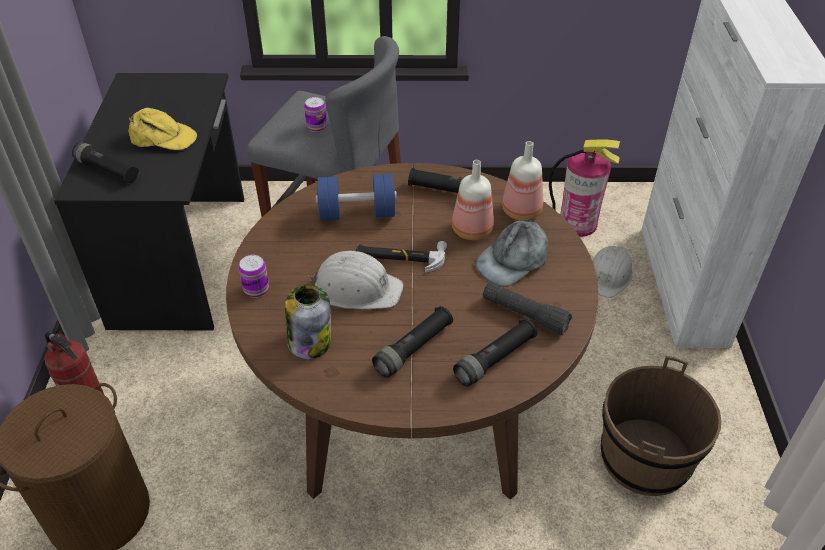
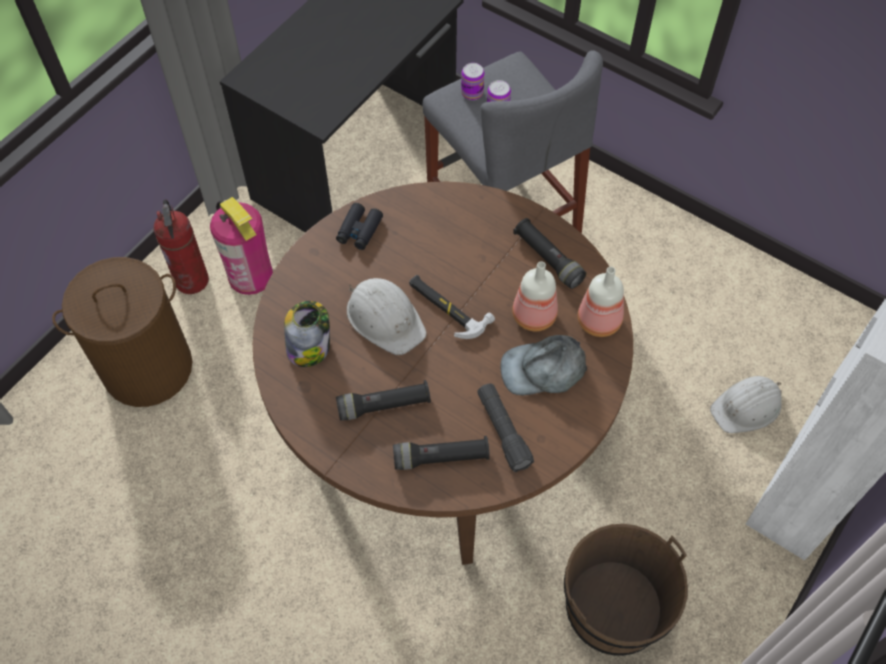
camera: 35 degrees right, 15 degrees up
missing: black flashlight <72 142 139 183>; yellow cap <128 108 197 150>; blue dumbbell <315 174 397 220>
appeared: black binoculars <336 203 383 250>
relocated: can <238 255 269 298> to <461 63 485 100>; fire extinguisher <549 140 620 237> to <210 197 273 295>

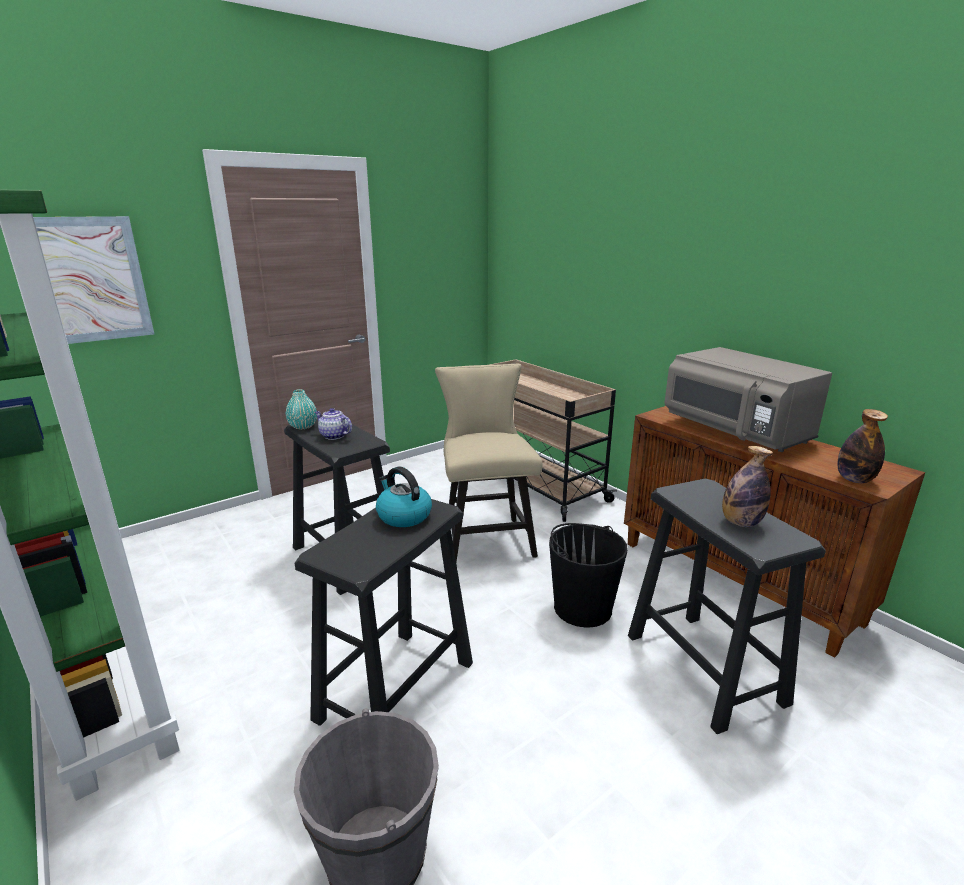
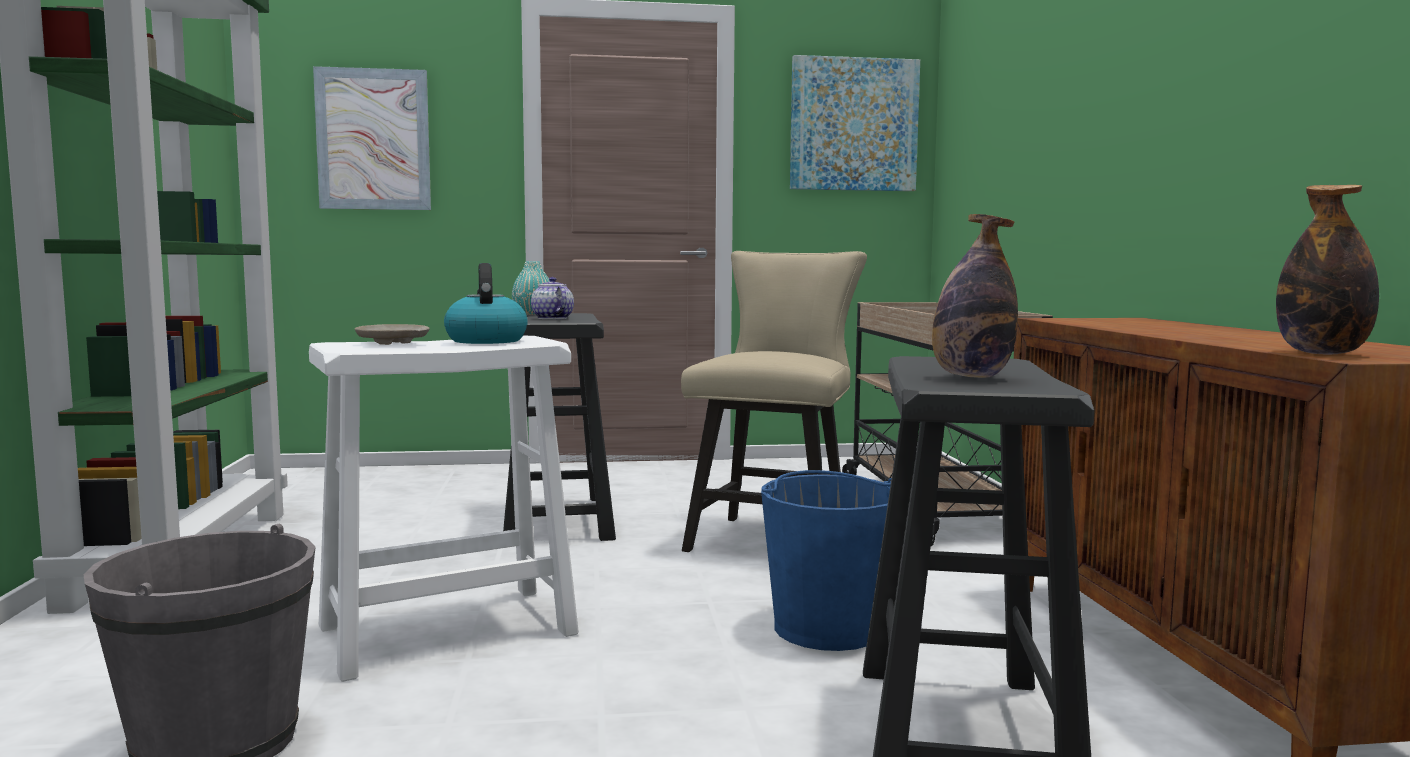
camera: 30 degrees right, 15 degrees down
missing: grey microwave <665 347 832 452>
appeared: beige plate <355 324 430 345>; picture <790 55 920 191>
colour: black stool <295 499 473 726> to white stool <309 336 579 682>; black bucket <549 523 628 628> to blue bucket <761 470 892 651>

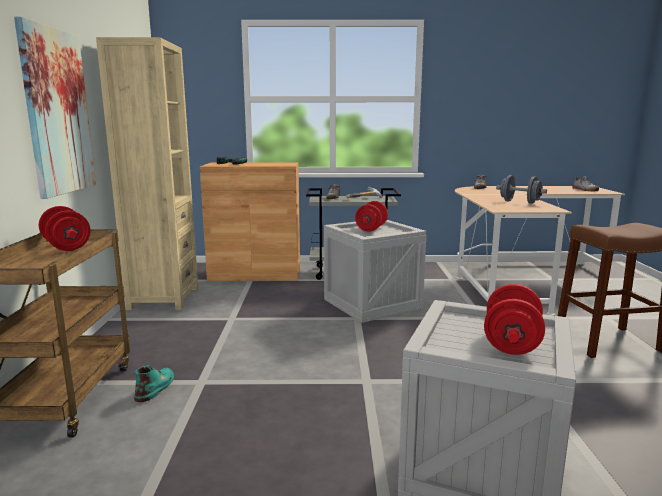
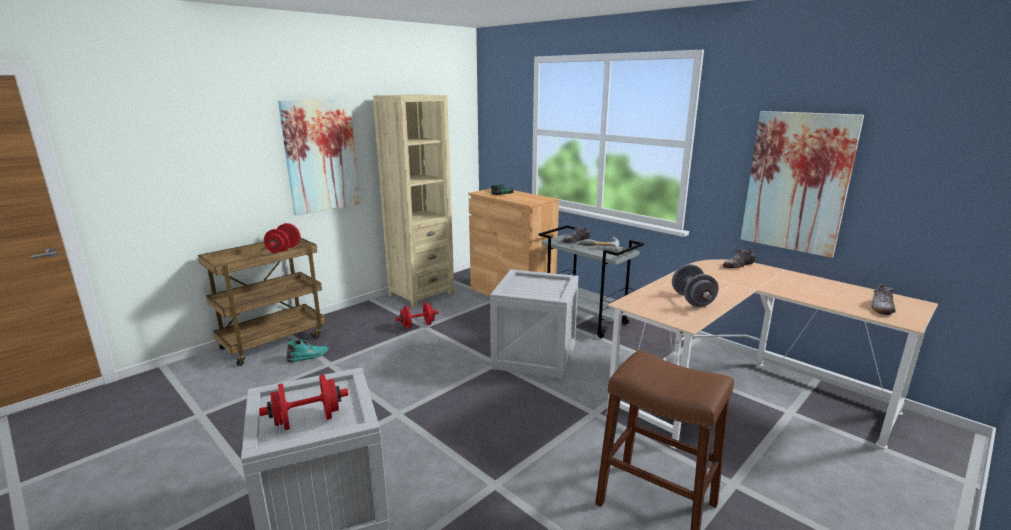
camera: 45 degrees right, 5 degrees up
appeared: picture <741 111 864 258>
relocated: red dumbbell <355 201 388 232> to <396 302 439 329>

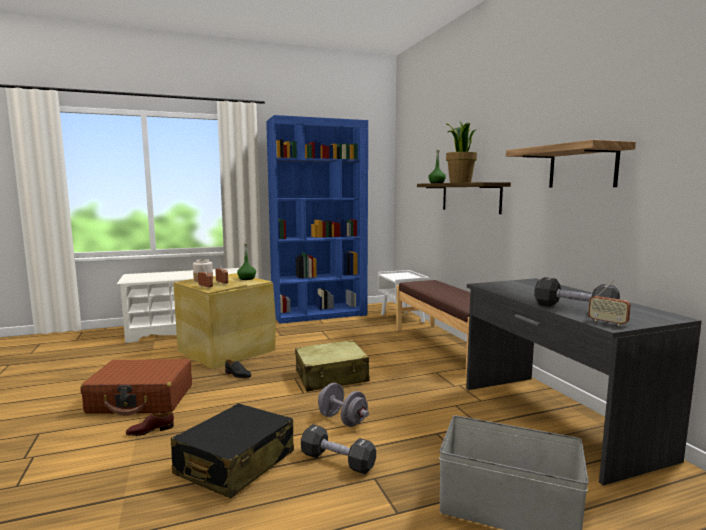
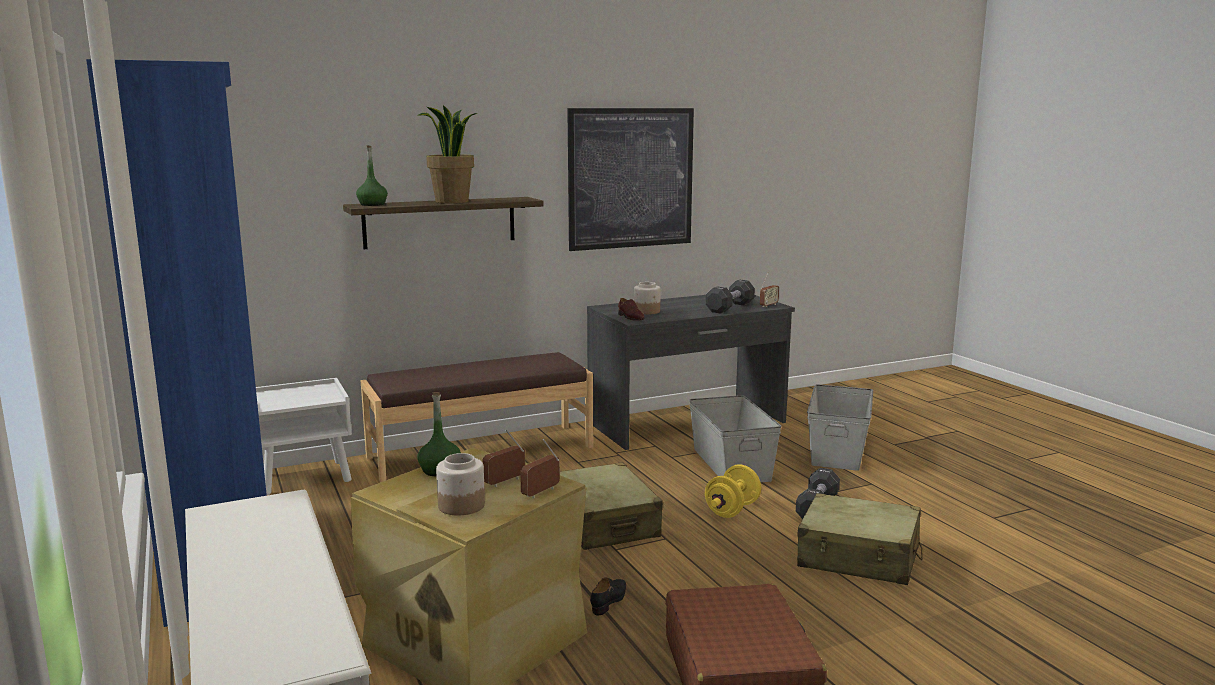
camera: 95 degrees left, 5 degrees up
appeared: jar <634 282 661 314>; grey storage box <689 395 782 482>
relocated: brown shoe <126 412 174 436> to <618 298 644 321>
exchanged: shelf <506 140 636 188> to picture <567 108 694 251>
colour: black suitcase <171 403 294 498> to beige suitcase <797 493 923 585>; grey dumbbell <318 383 369 427> to yellow dumbbell <705 464 761 518>

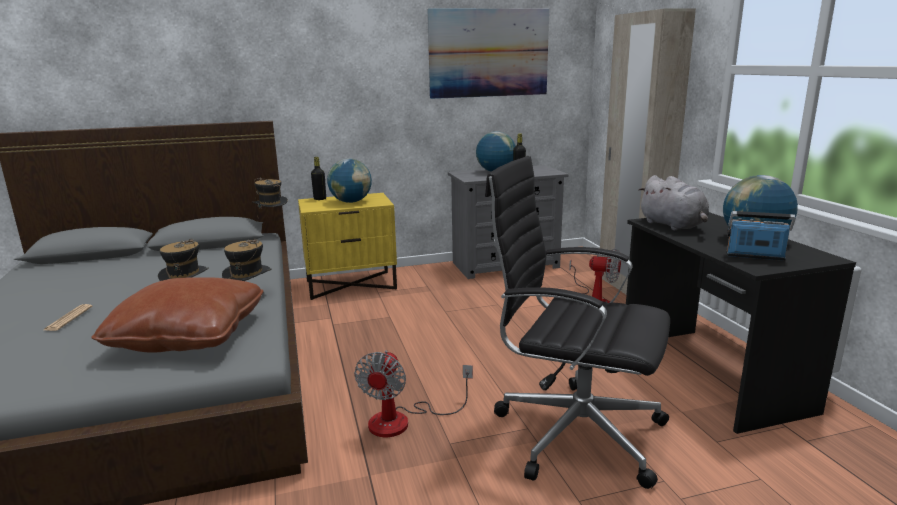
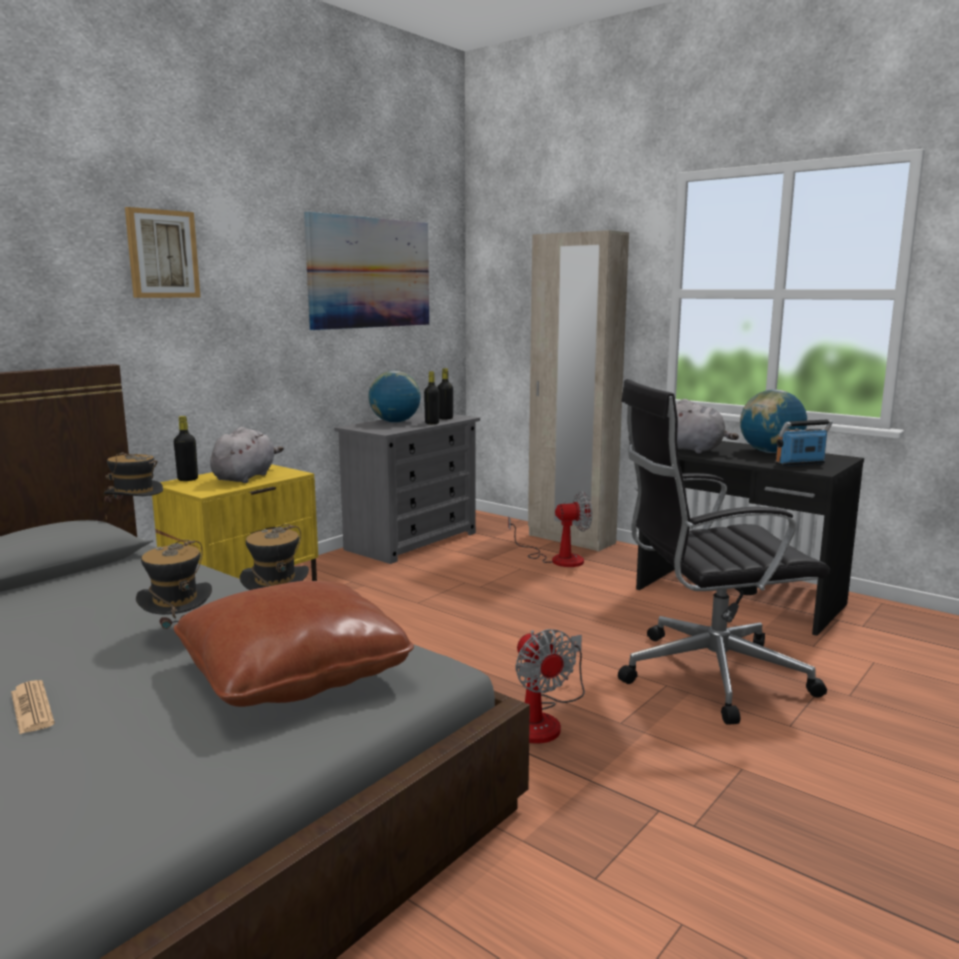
camera: 35 degrees left, 5 degrees down
appeared: picture <125 207 200 298>; black bottle <437 368 453 420>
exchanged: globe <327 158 372 203> to grey plush toy <210 427 284 483>

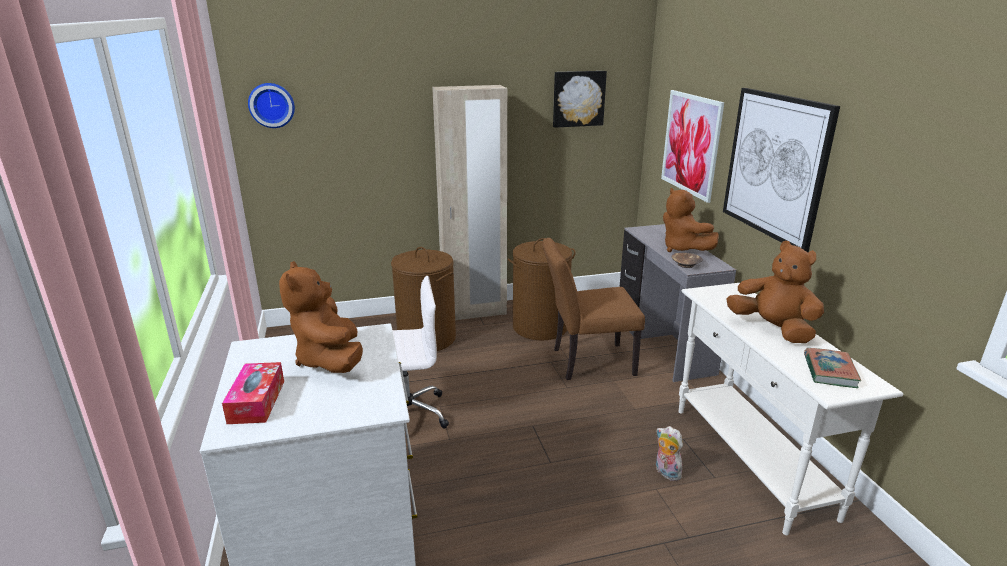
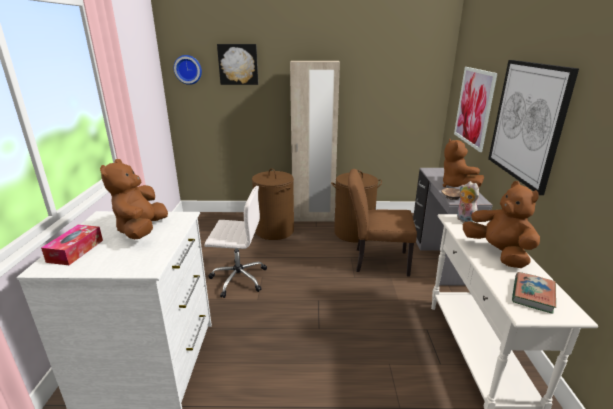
camera: 15 degrees right, 0 degrees up
relocated: picture <553 71 607 128> to <217 44 258 85>; plush toy <656 426 685 481> to <457 181 479 223>

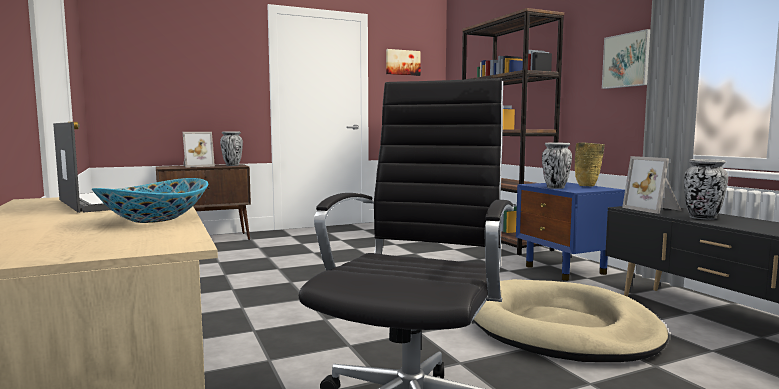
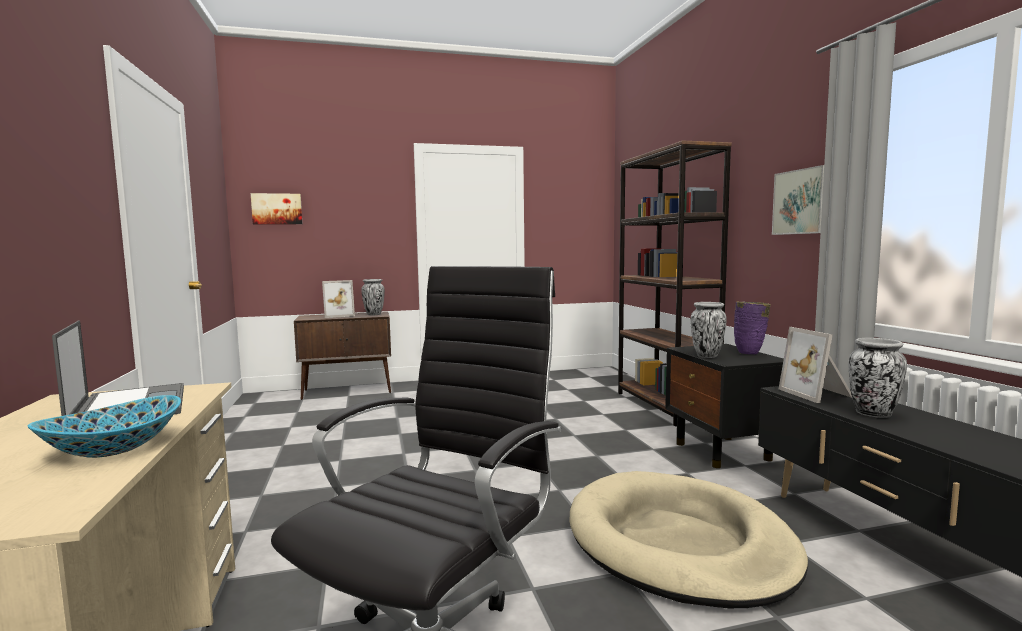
camera: 10 degrees right, 0 degrees up
relocated: picture <386 49 421 76> to <251 193 302 224>
colour: blue nightstand <516 182 625 281> to black nightstand <665 344 784 468>; beige vase <575 143 605 186> to purple vase <734 302 770 354>

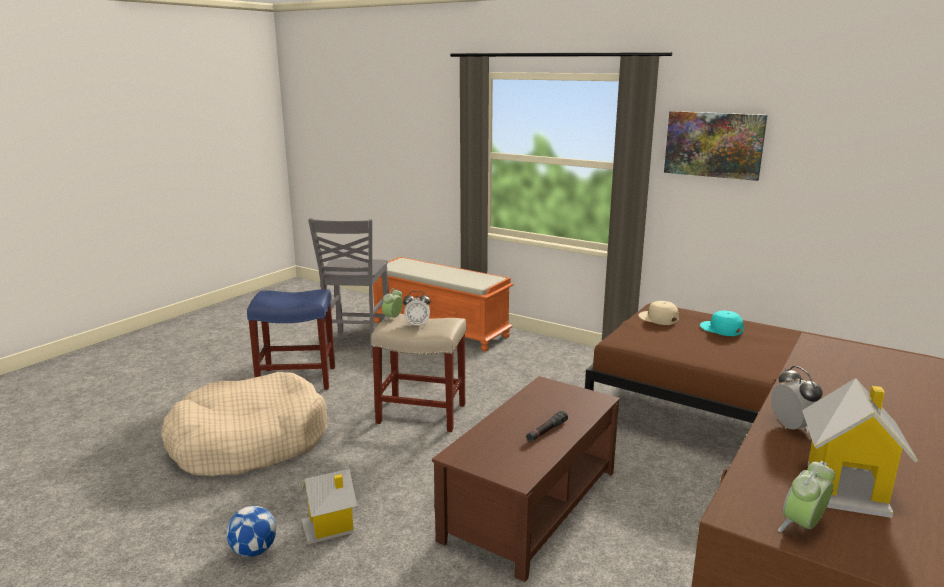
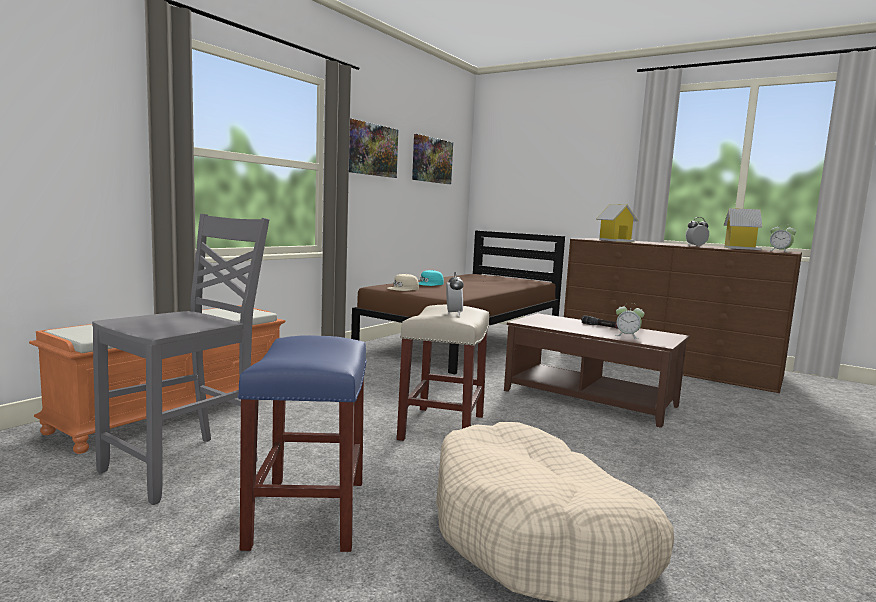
camera: 90 degrees left, 10 degrees down
missing: football <226 506 277 557>
appeared: picture <412 134 453 184>
relocated: toy house <302 469 357 544> to <596 204 638 242>; alarm clock <382 288 403 321> to <615 303 645 339>
spun: grey chair <308 218 389 358> = <92 214 269 505> 60 degrees counterclockwise

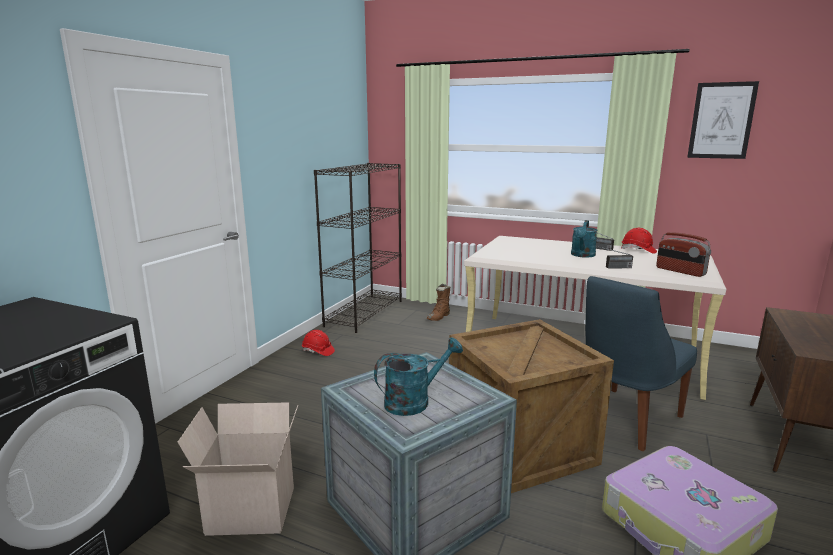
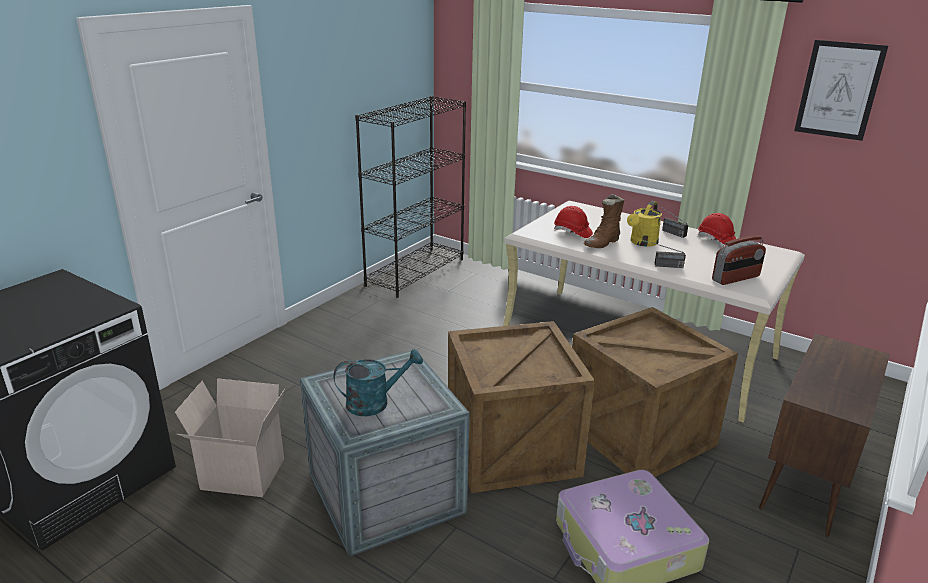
camera: 10 degrees right, 10 degrees up
relocated: red hard hat <302 330 335 356> to <554 206 593 238>; brown boot <426 284 450 321> to <583 194 624 248>
exchanged: blue chair <585 276 697 451> to crate <572 307 738 477>
colour: turquoise watering can <571 220 597 257> to yellow watering can <627 201 662 247>
spun: radio <656 232 711 277> = <712 235 766 285> 90 degrees counterclockwise

